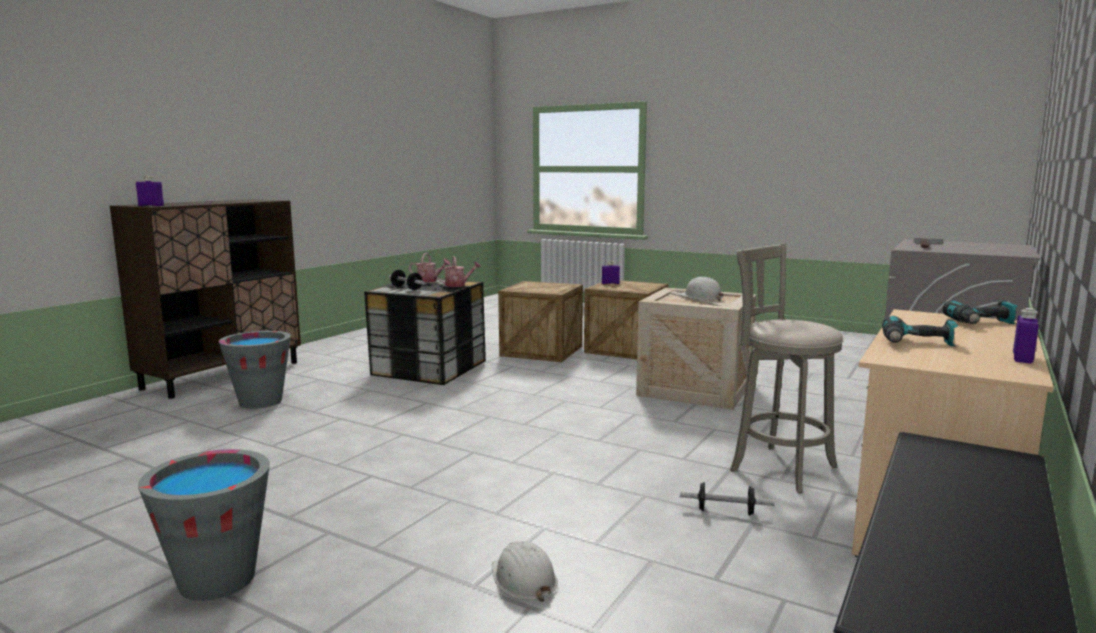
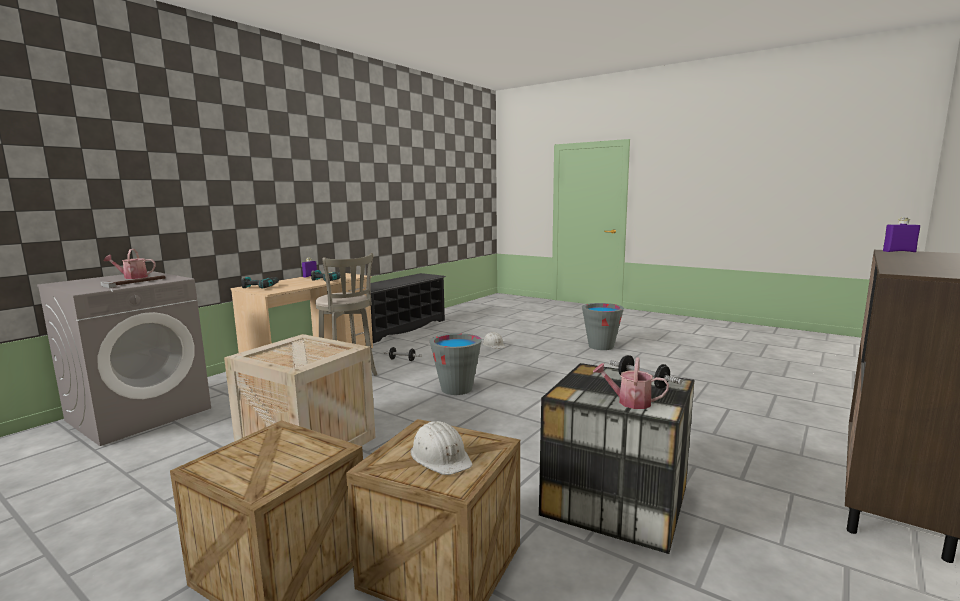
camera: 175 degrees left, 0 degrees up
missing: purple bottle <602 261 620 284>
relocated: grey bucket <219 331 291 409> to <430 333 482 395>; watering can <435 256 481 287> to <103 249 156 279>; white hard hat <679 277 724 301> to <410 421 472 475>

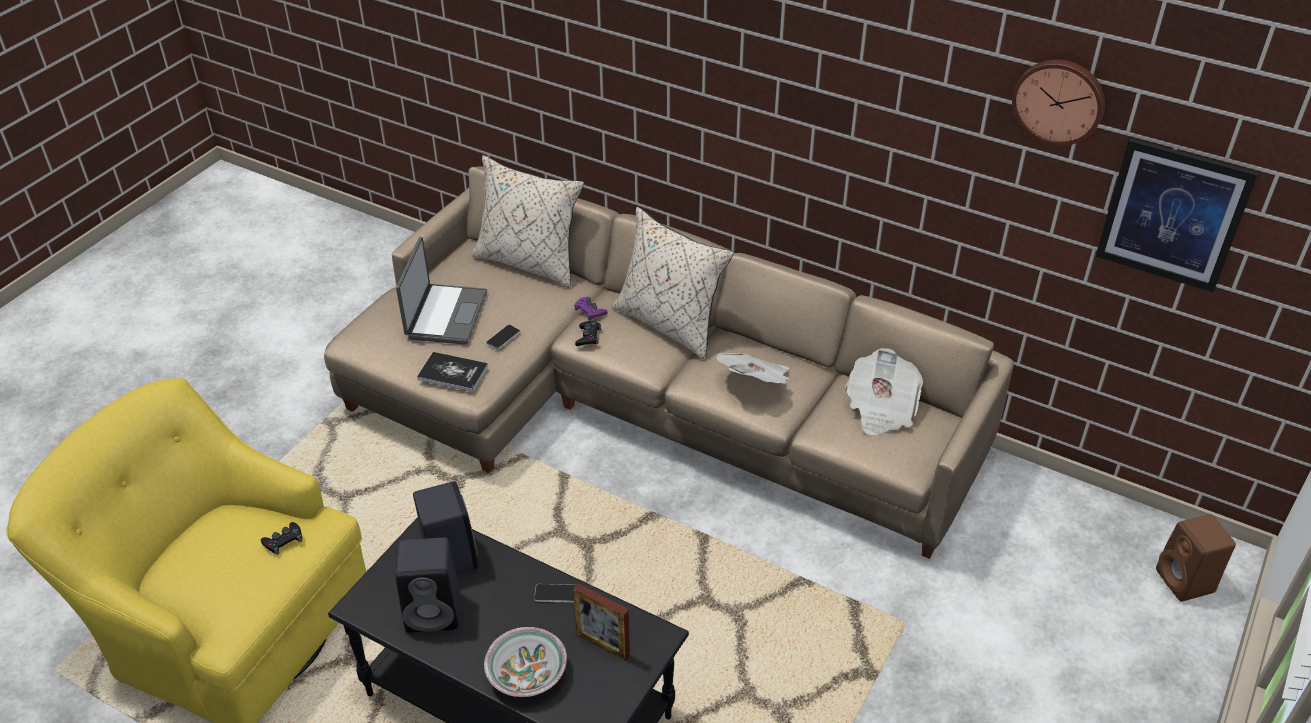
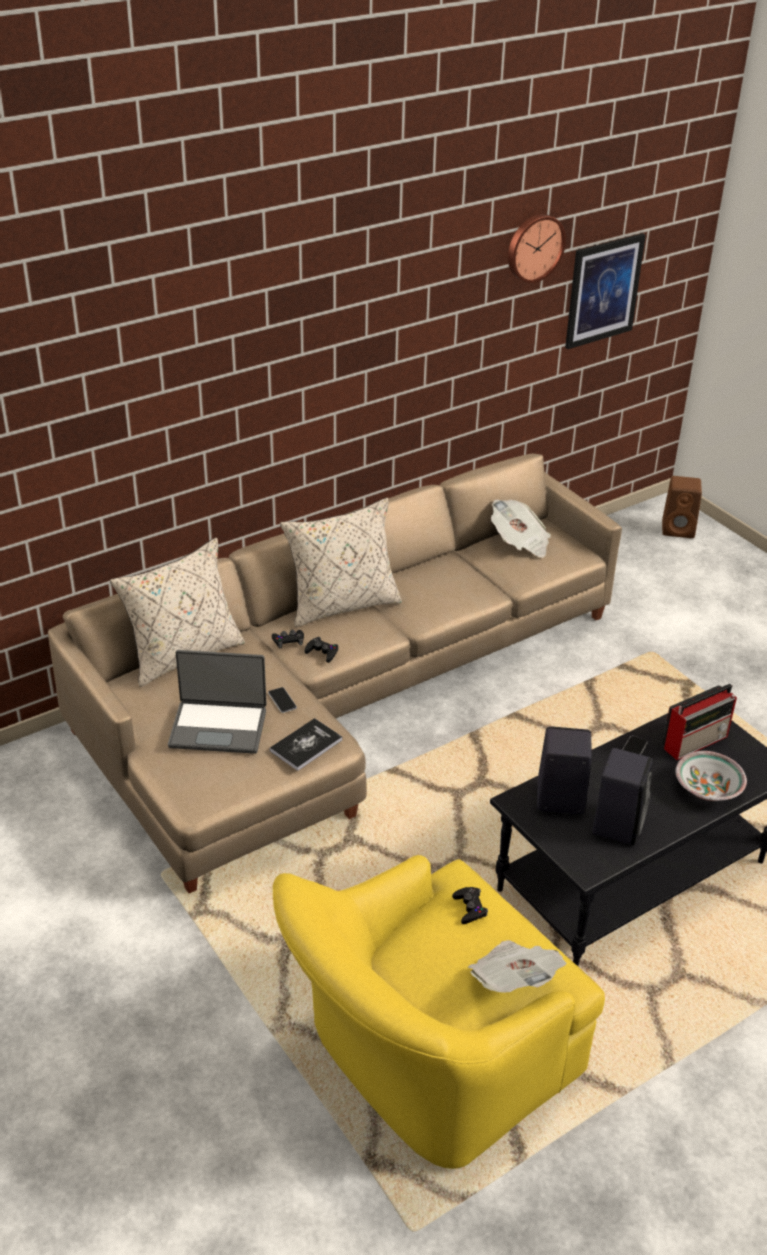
camera: 65 degrees left, 5 degrees down
relocated: newspaper <716 353 790 384> to <468 940 566 993>
exchanged: picture frame <573 583 630 661> to radio <662 684 737 760>
colour: purple game controller <574 297 607 321> to black game controller <272 630 304 648>
spun: laptop <396 237 487 345> = <168 650 267 754> 150 degrees clockwise

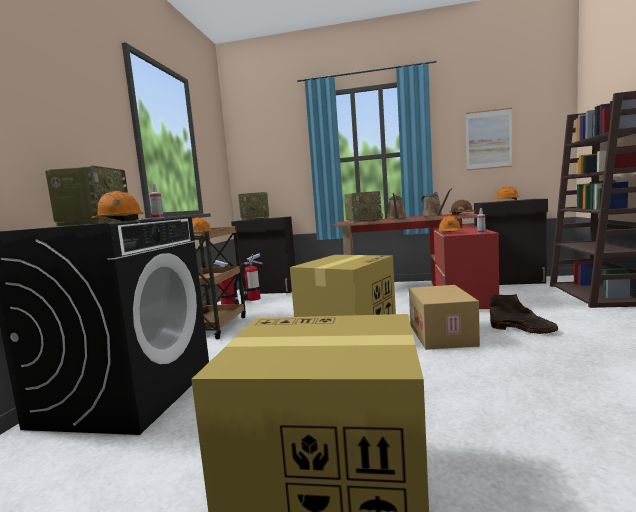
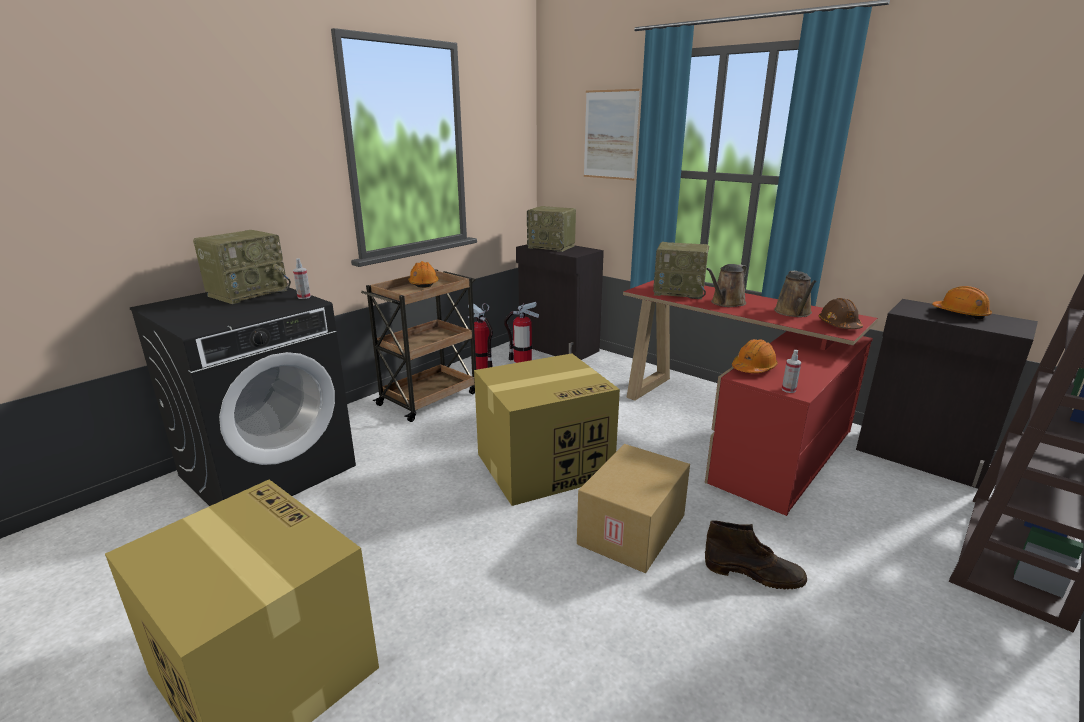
camera: 30 degrees right, 15 degrees up
missing: orange hard hat <91 191 143 221>
relocated: picture <465 108 512 171> to <584 89 640 180>
spun: brown boot <489 294 558 334> = <705 520 807 589> 45 degrees counterclockwise

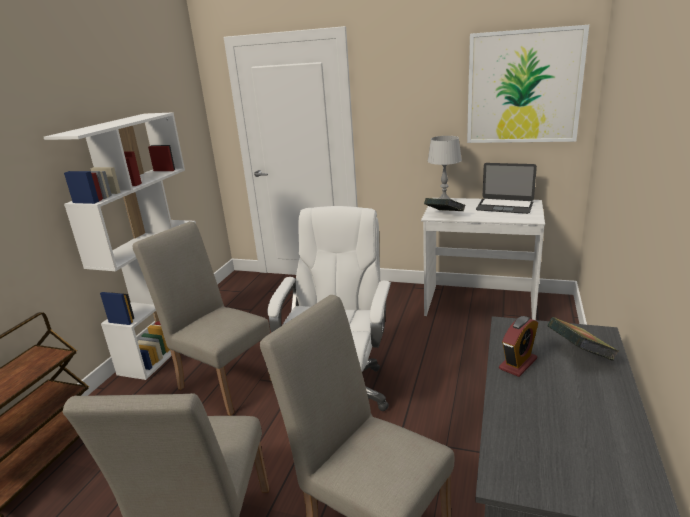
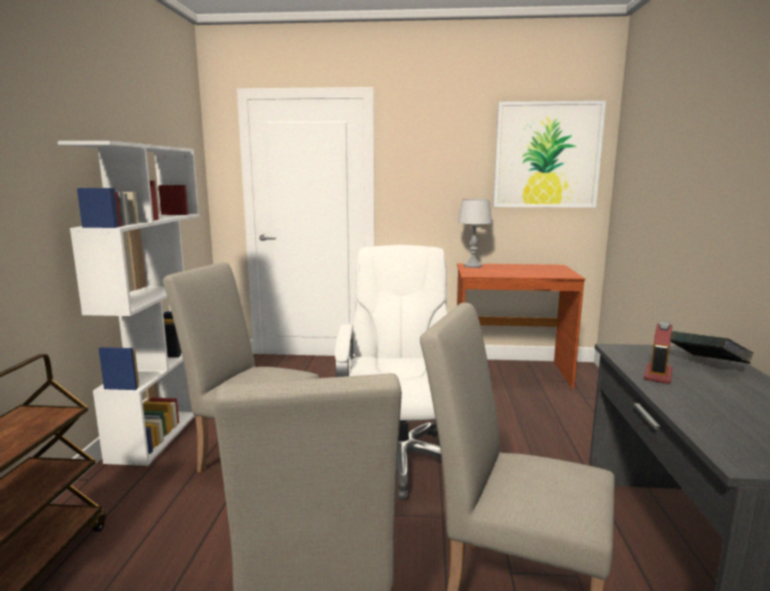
camera: 15 degrees left, 10 degrees down
missing: book <424 198 466 211>; laptop <476 163 537 214>
colour: white desk <421 198 545 320> to brown desk <457 263 586 389>

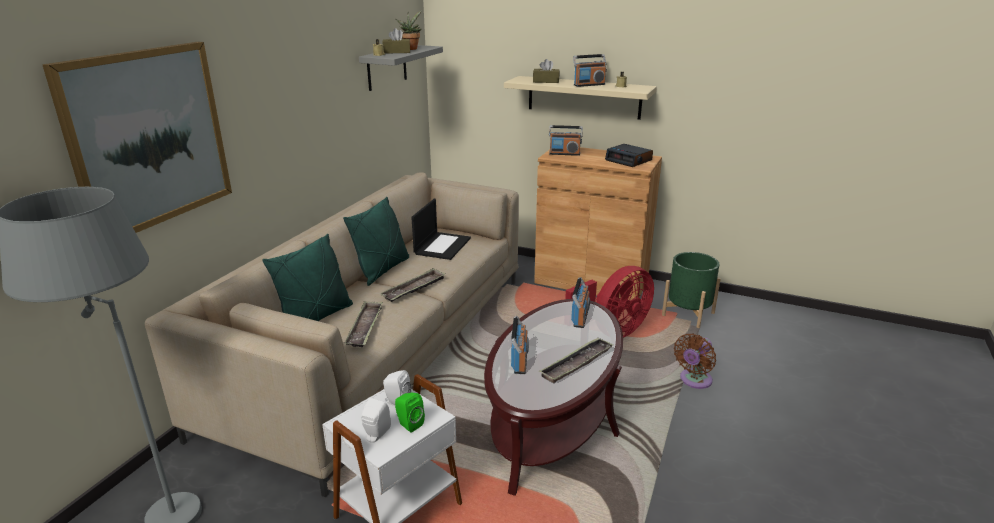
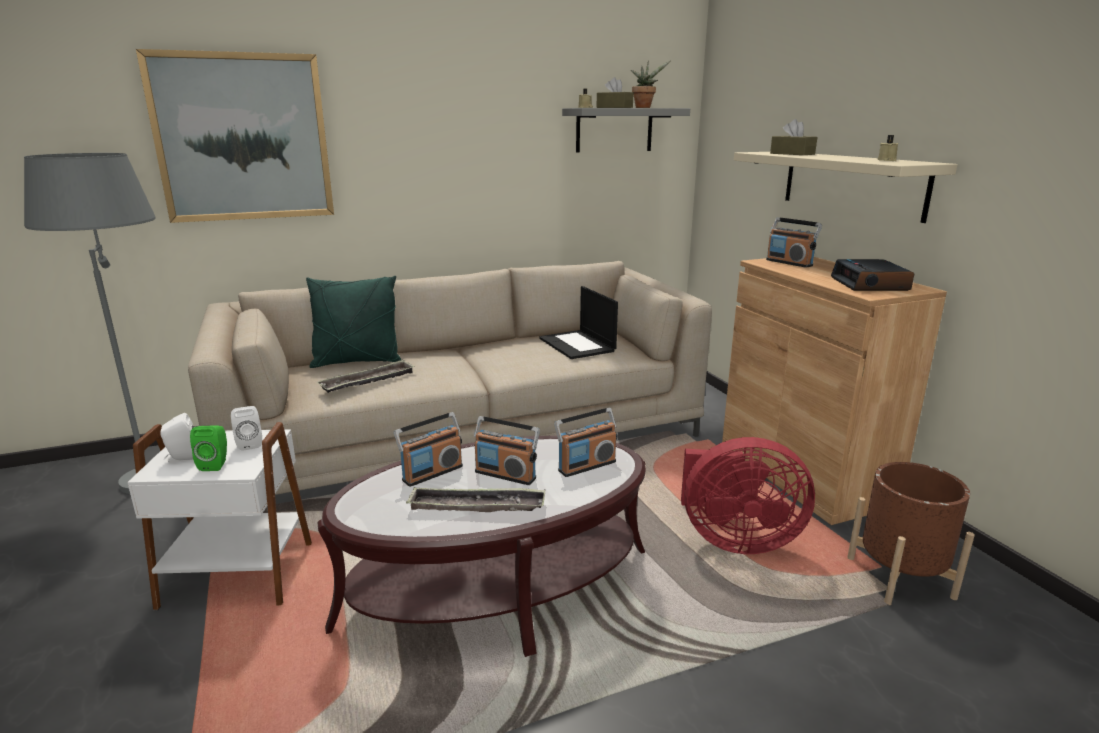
camera: 45 degrees right, 5 degrees down
missing: green pillow <343 197 409 286>; tray <380 268 446 302>; brown fan <674 333 716 389>
relocated: radio <573 54 607 87> to <474 416 540 485>
colour: green planter <662 252 721 328> to brown planter <847 462 975 605>
spun: laptop <411 199 471 260> = <539 286 618 359> 90 degrees clockwise

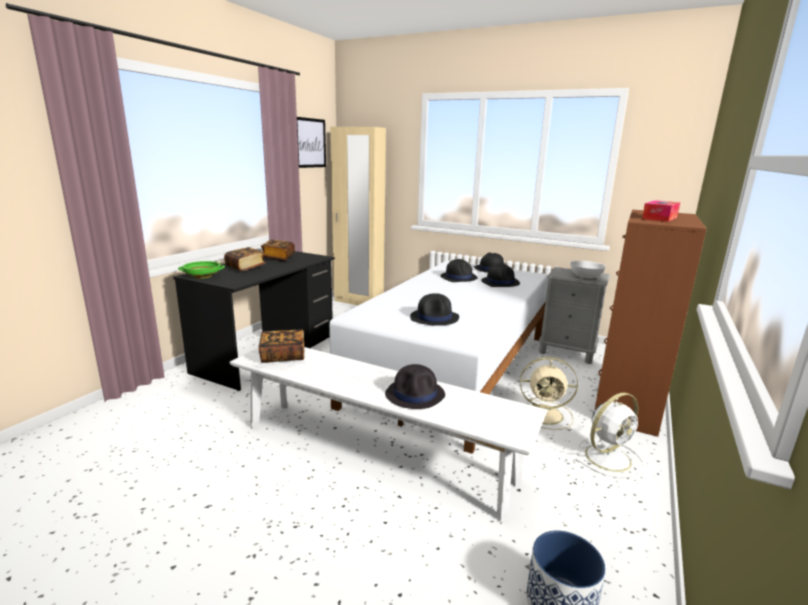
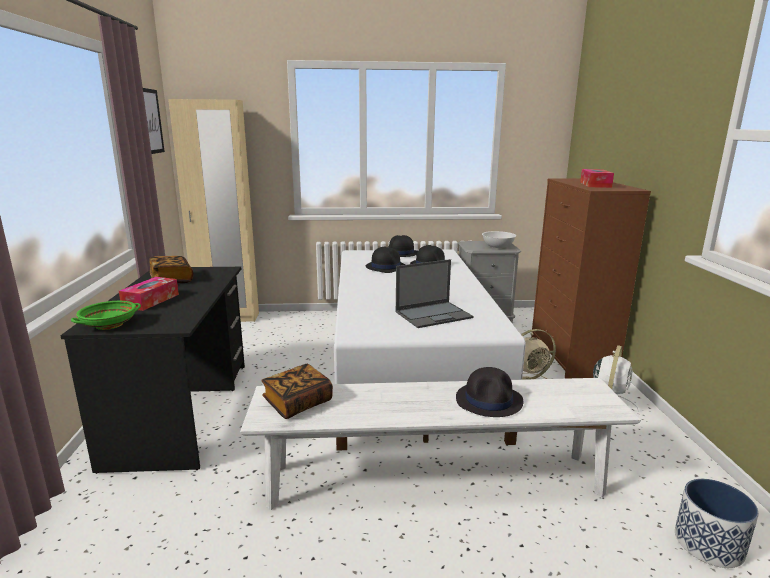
camera: 30 degrees left, 0 degrees up
exchanged: book <224 247 266 272> to tissue box <119 277 179 311>; black hat <410 293 459 326> to laptop <395 259 474 328>

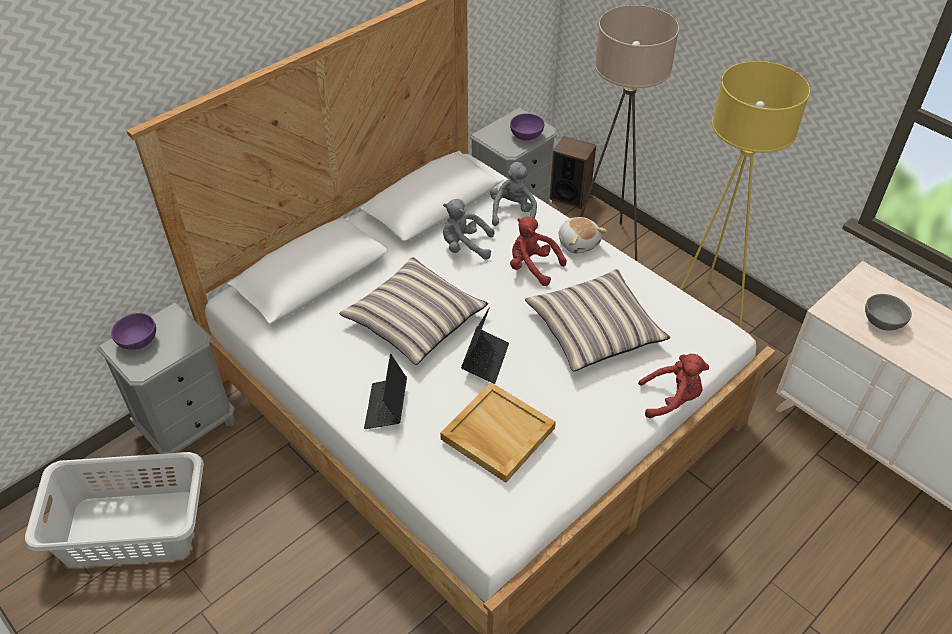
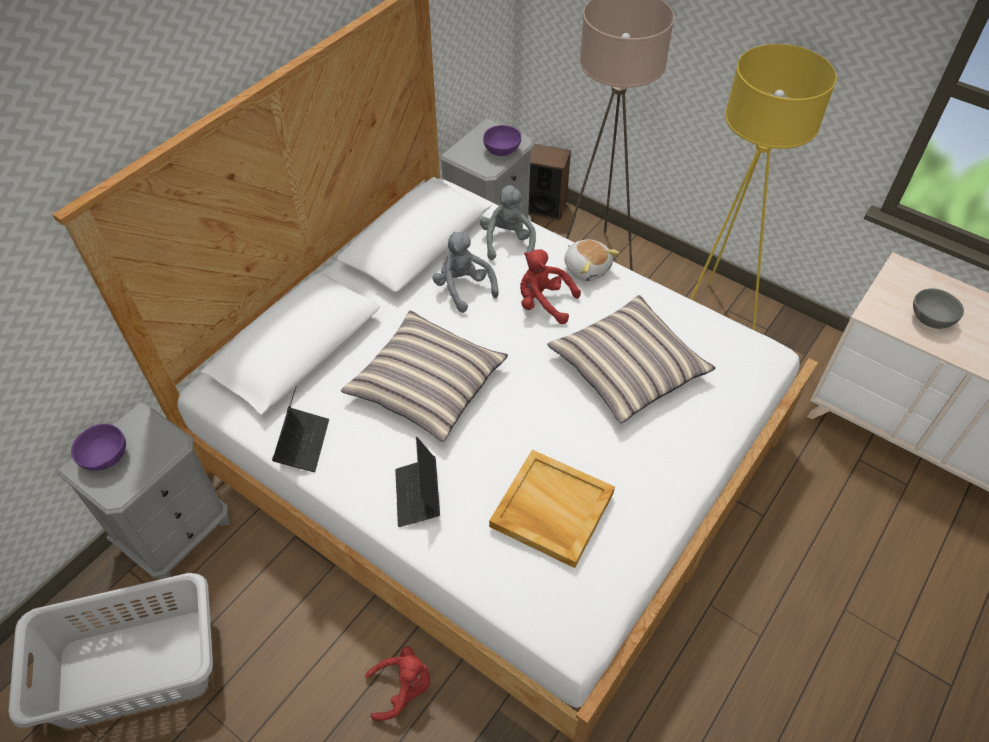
camera: 10 degrees left, 5 degrees up
relocated: laptop <461 307 509 384> to <272 386 329 472>; red plush toy <638 354 709 418> to <365 646 430 721>
spun: grey plush toy <443 199 494 260> = <433 232 499 313> 60 degrees clockwise

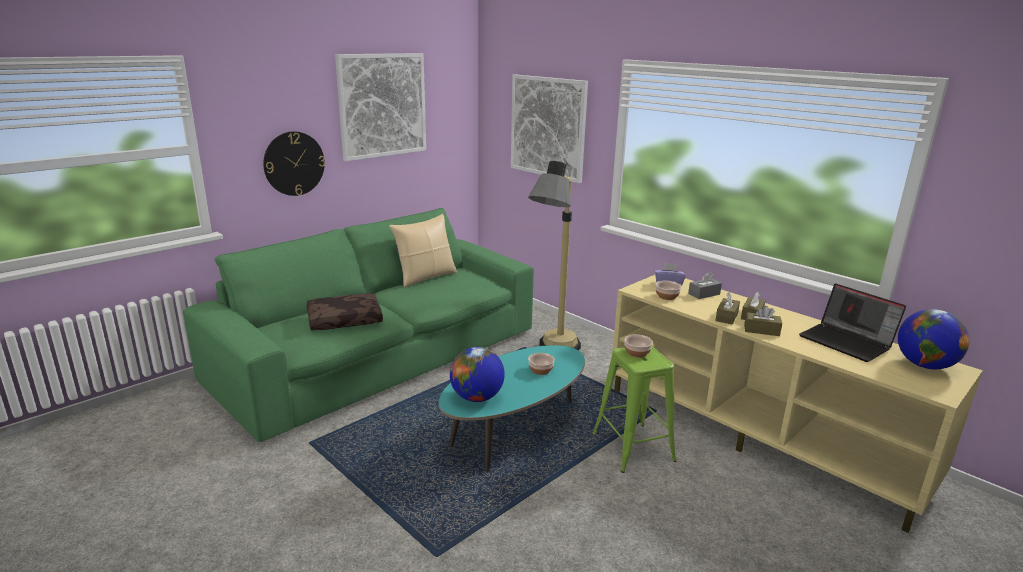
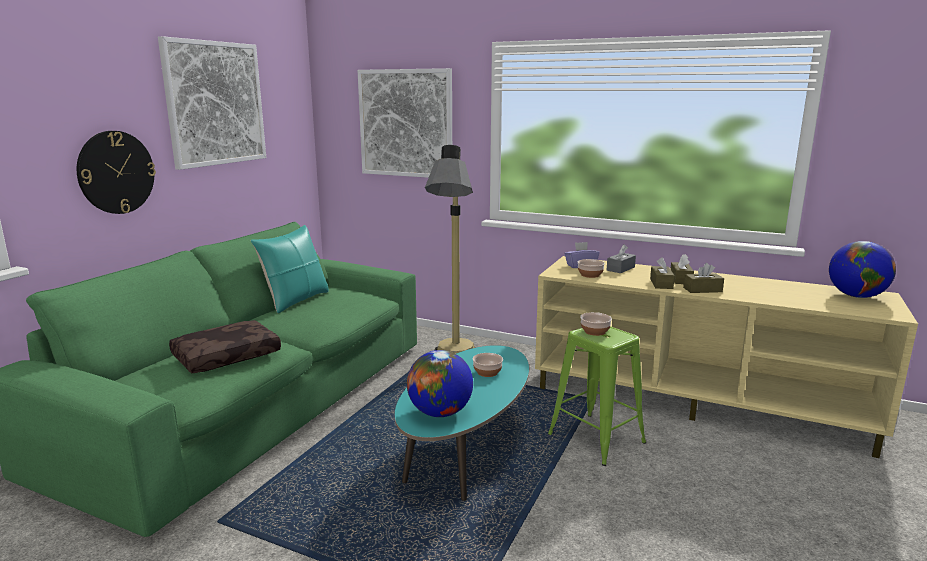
camera: 20 degrees left, 5 degrees down
missing: laptop <799 283 906 362>
colour: beige pillow <389 214 457 288> to turquoise pillow <251 225 329 313>

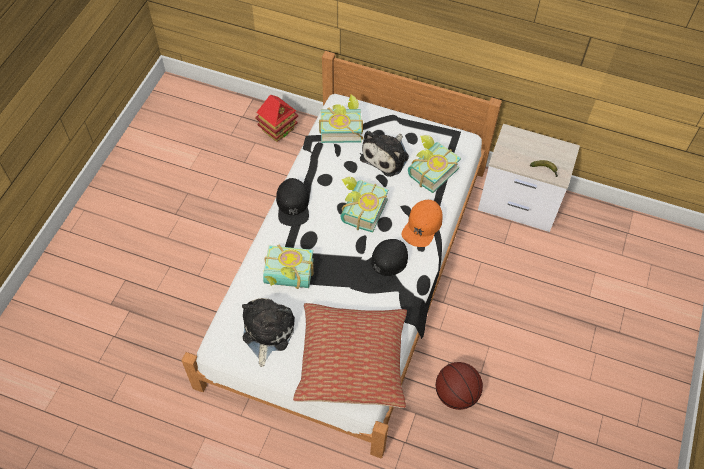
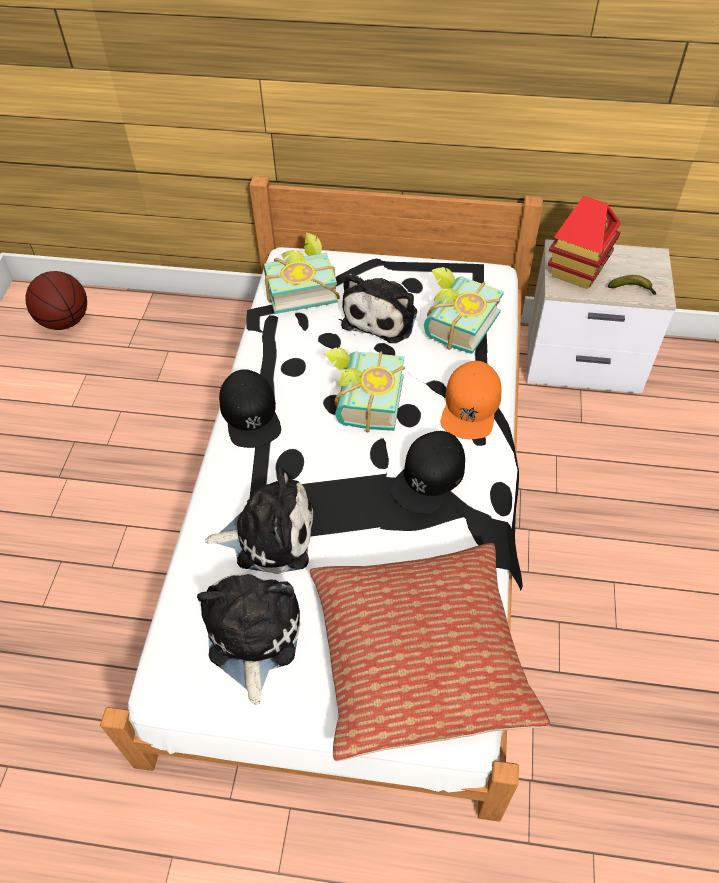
camera: 10 degrees left, 5 degrees down
relocated: toy house <255 95 298 142> to <548 196 621 289>; basketball <436 362 483 410> to <25 271 87 330>
exchanged: book <263 245 314 289> to plush toy <205 467 314 574>

